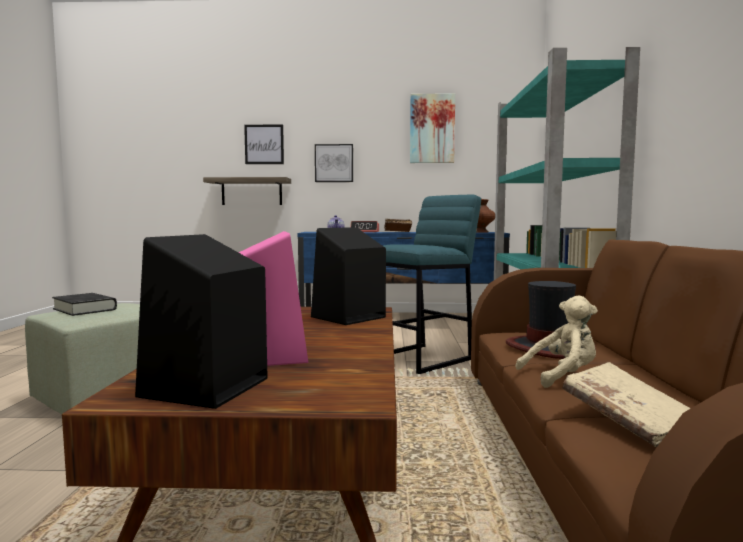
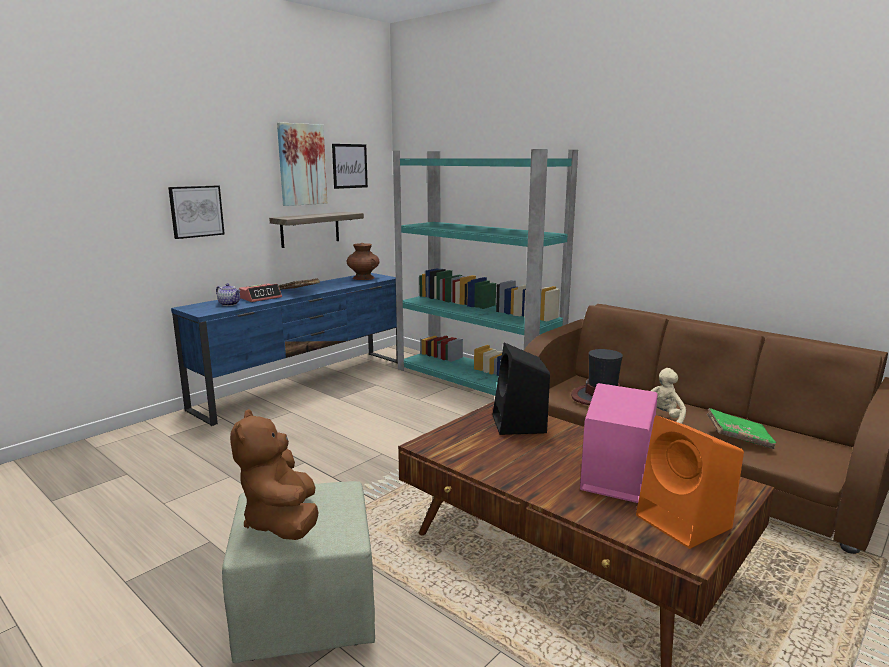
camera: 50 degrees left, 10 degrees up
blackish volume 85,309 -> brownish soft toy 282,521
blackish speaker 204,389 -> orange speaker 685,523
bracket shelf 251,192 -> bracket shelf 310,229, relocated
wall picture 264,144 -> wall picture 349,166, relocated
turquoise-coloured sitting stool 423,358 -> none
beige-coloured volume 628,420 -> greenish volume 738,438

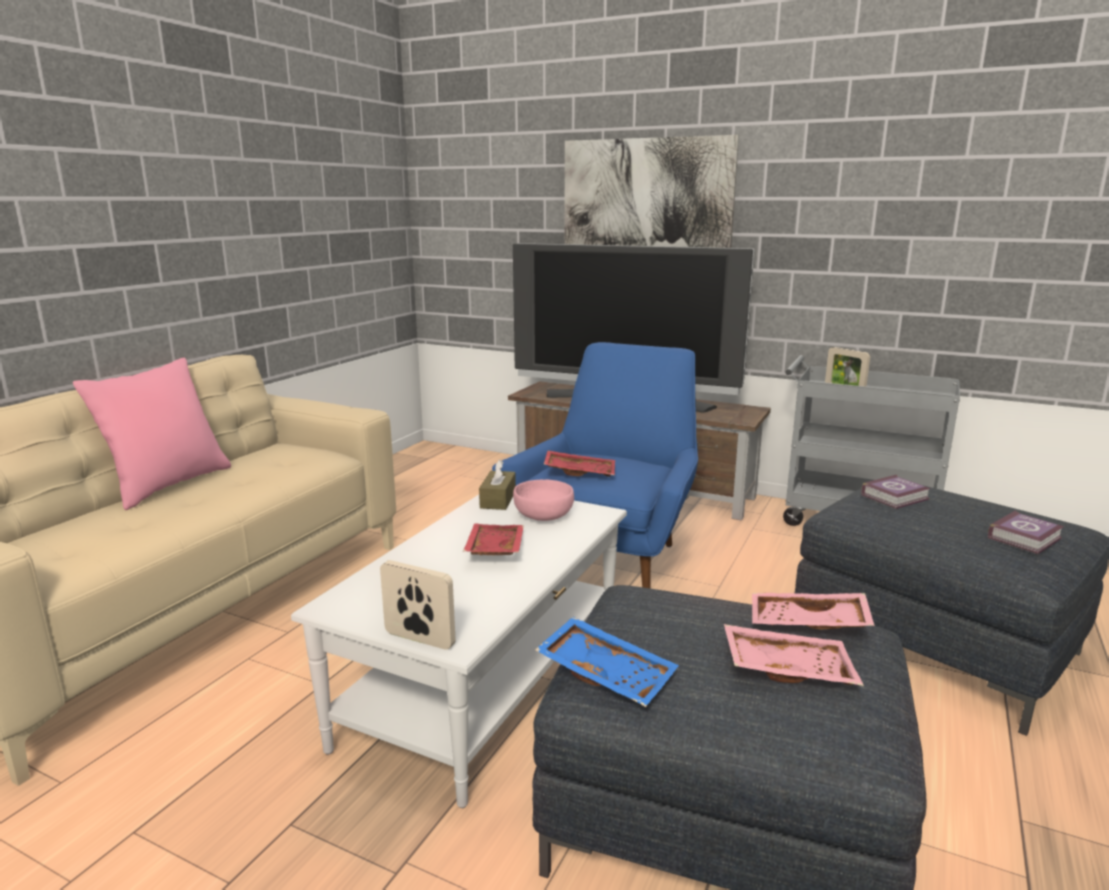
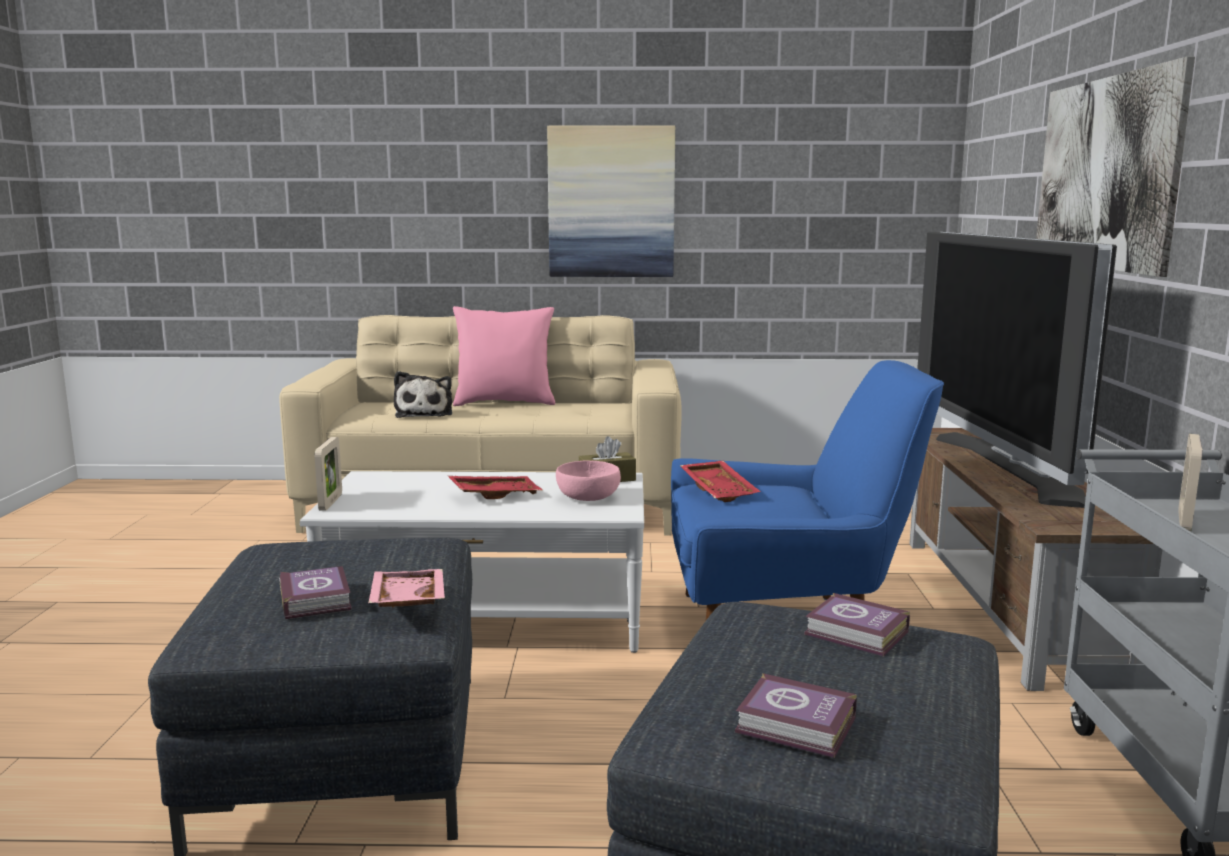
camera: 65 degrees right, 5 degrees down
bluish serving tray 607,673 -> none
pink-coloured serving tray 788,668 -> volume 317,599
none -> soft toy 425,413
none -> wall picture 611,202

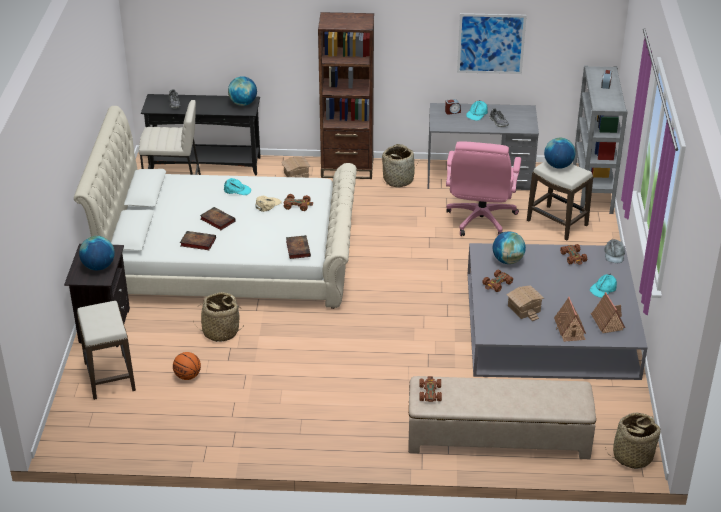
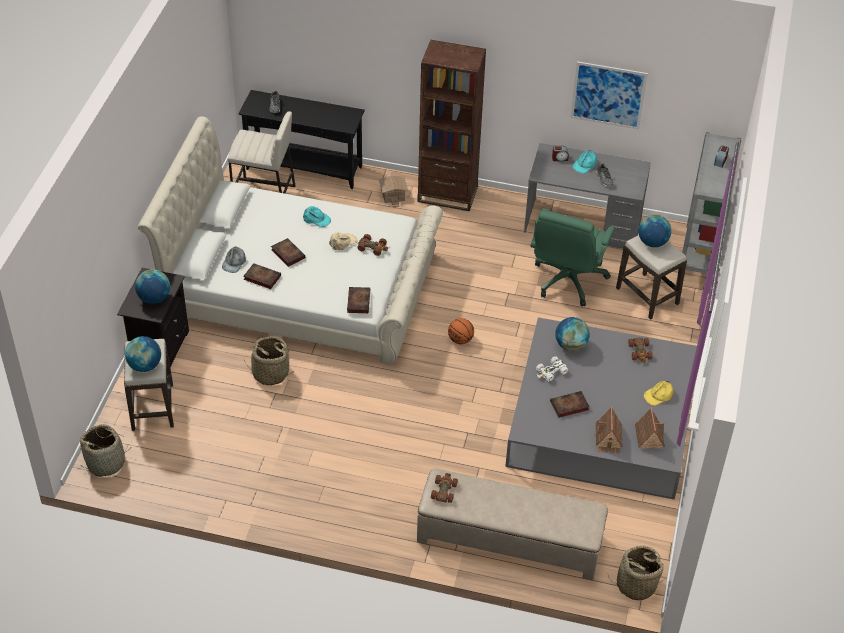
camera: 10 degrees right, 10 degrees up
ball for basketball 187,376 -> ball for basketball 460,340, relocated
world globe 243,103 -> world globe 145,366, relocated
household basket 398,180 -> household basket 106,463, relocated
pink-coloured office chair 480,222 -> greenish office chair 566,283
brownish miniature car 497,284 -> white miniature car 551,372
model house 523,309 -> volume 568,406
turquoise-coloured peaked cap 603,289 -> yellow-coloured peaked cap 658,395
gray peaked cap 614,254 -> gray peaked cap 234,262, relocated

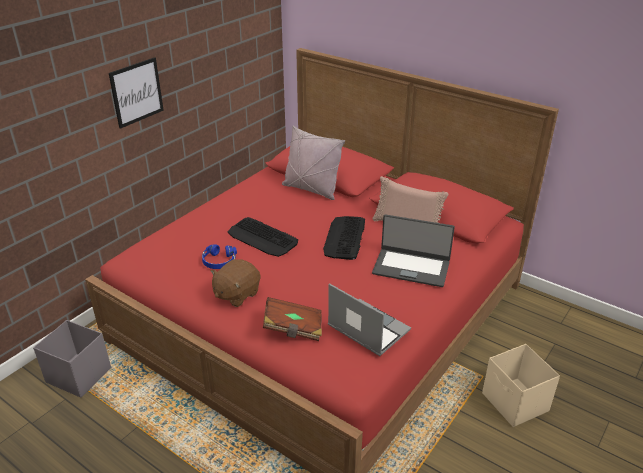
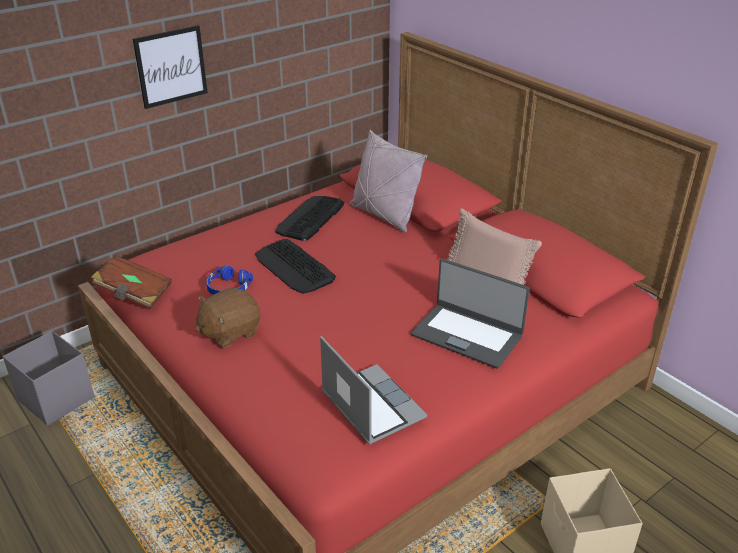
camera: 15 degrees right, 0 degrees up
brownish volume 293,329 -> brownish volume 134,293, relocated
keyboard 345,238 -> keyboard 310,218, relocated

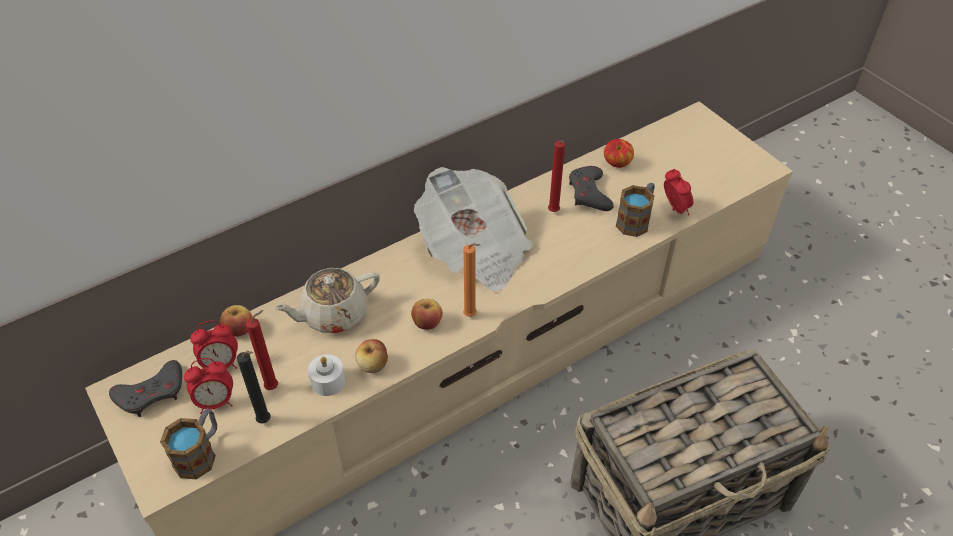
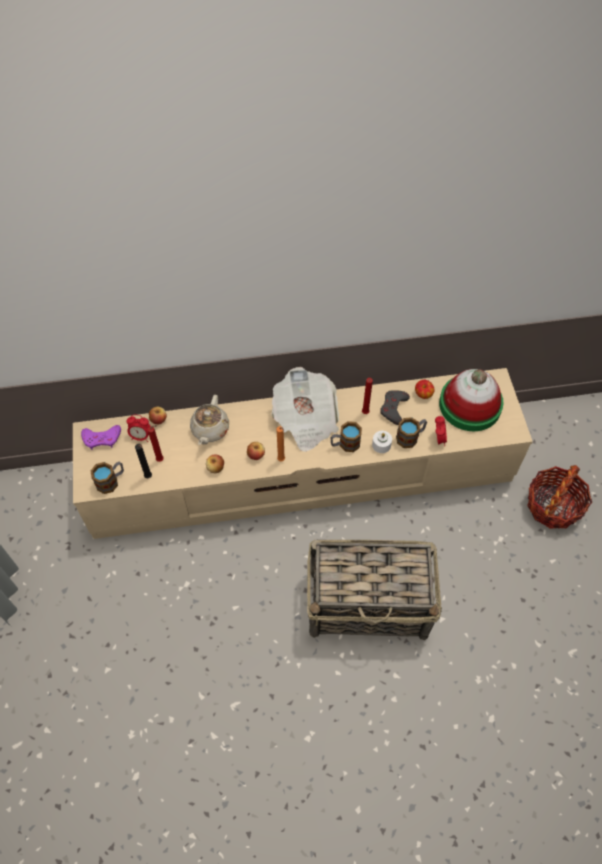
camera: 25 degrees right, 10 degrees up
gray game controller 151,393 -> purple-coloured game controller 102,439
bedside clock 215,402 -> none
beige-coloured teapot 333,314 -> beige-coloured teapot 210,430, 75 degrees counterclockwise
white candle 328,381 -> white candle 381,445, relocated
none -> tea mug 345,444
none -> clothing hat 470,405
none -> household basket 553,506

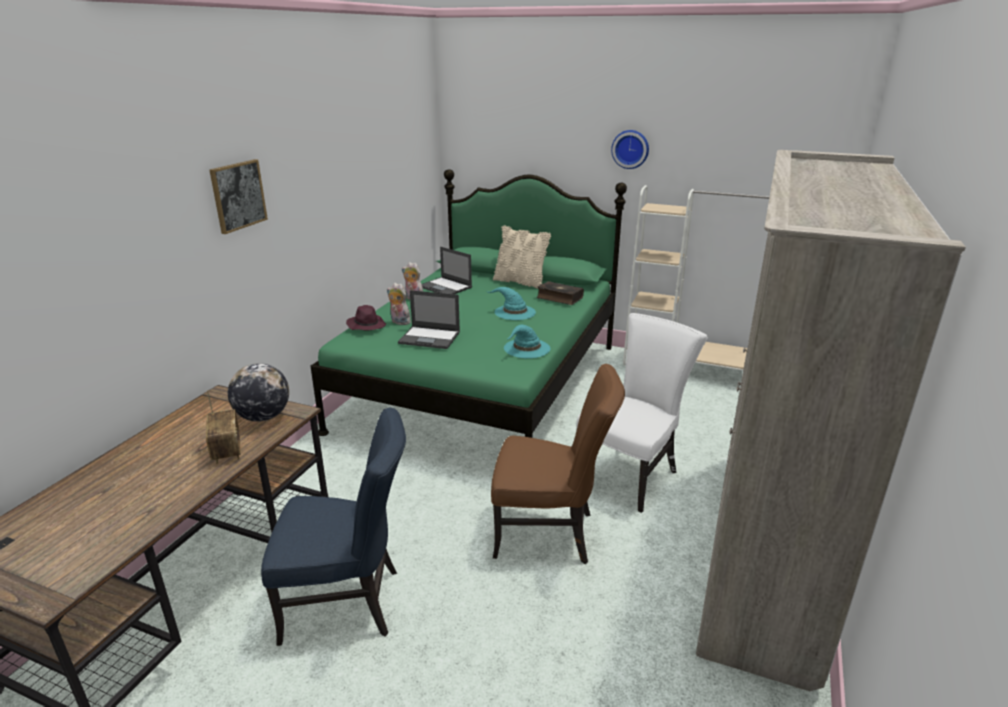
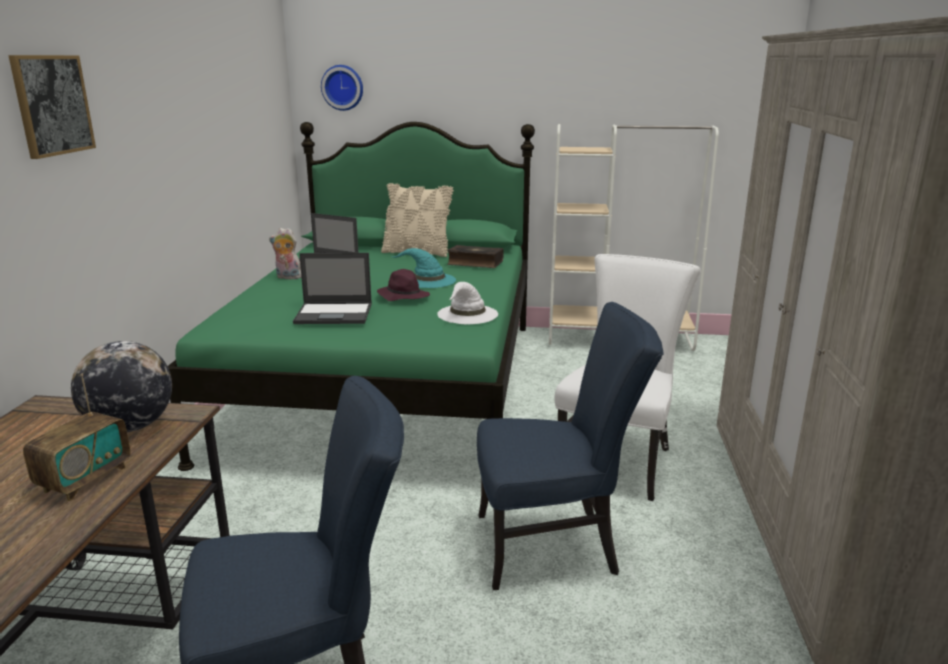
camera: 15 degrees left, 5 degrees down
radio set 227,451 -> radio set 85,479, 60 degrees clockwise
purple-coloured clothing hat 366,325 -> purple-coloured clothing hat 403,296, relocated
soft toy 399,322 -> none
brownish plain chair 551,533 -> bluish plain chair 555,545
turquoise-coloured clothing hat 526,348 -> white clothing hat 467,314
wall clock 630,149 -> wall clock 343,87, relocated

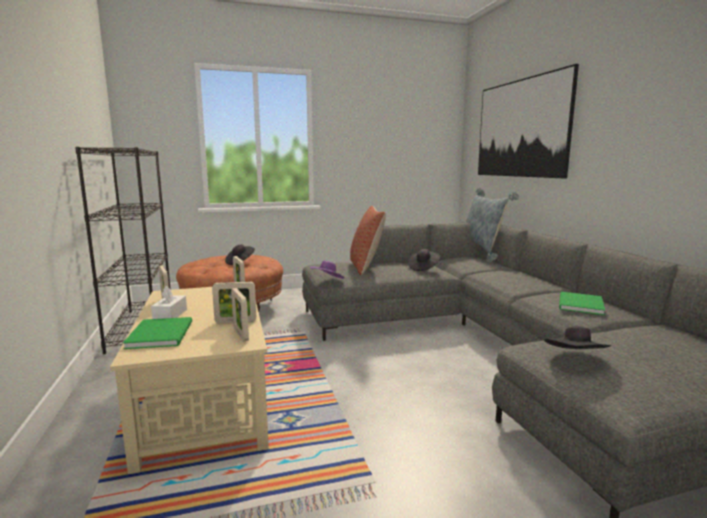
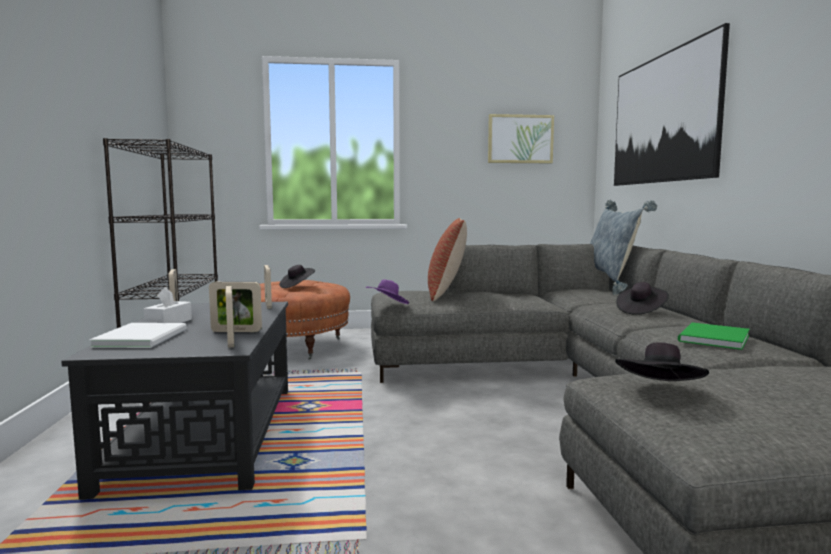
camera: 10 degrees right, 5 degrees down
beige-coloured lounge table 205,401 -> blackish lounge table 206,434
greenish volume 162,334 -> white volume 144,337
blackish clothing hat 423,268 -> blackish clothing hat 641,311, relocated
none -> wall picture 520,139

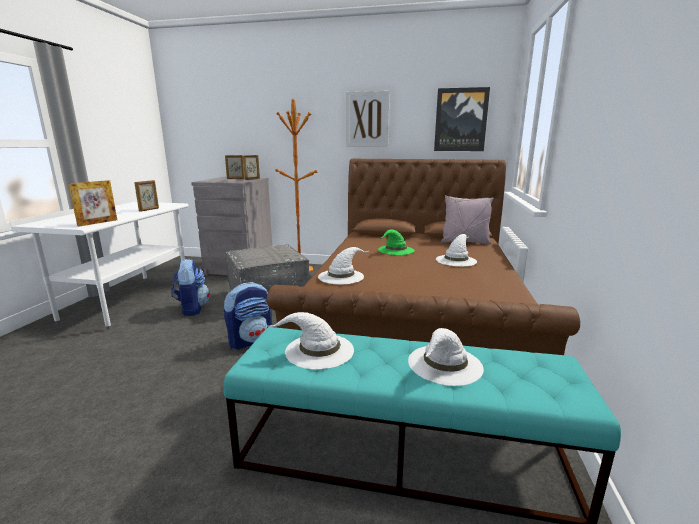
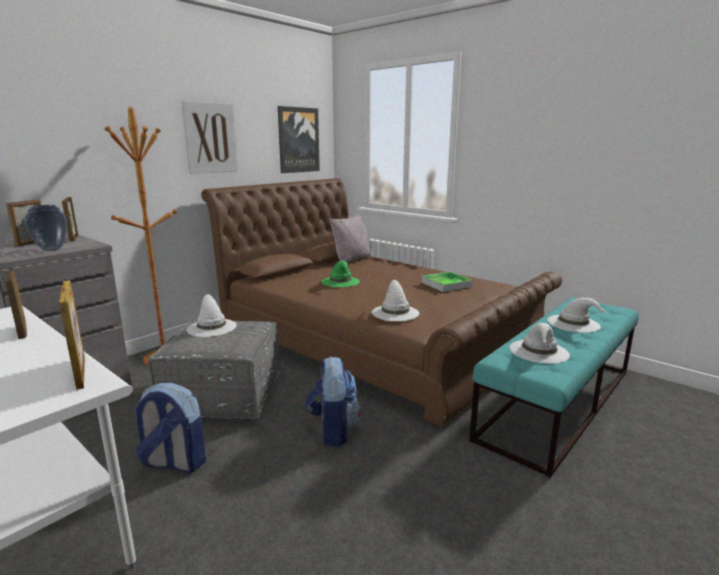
camera: 60 degrees left, 0 degrees up
white clothing hat 456,260 -> white clothing hat 211,327, relocated
none -> flower vase 52,249
none -> serving tray 446,284

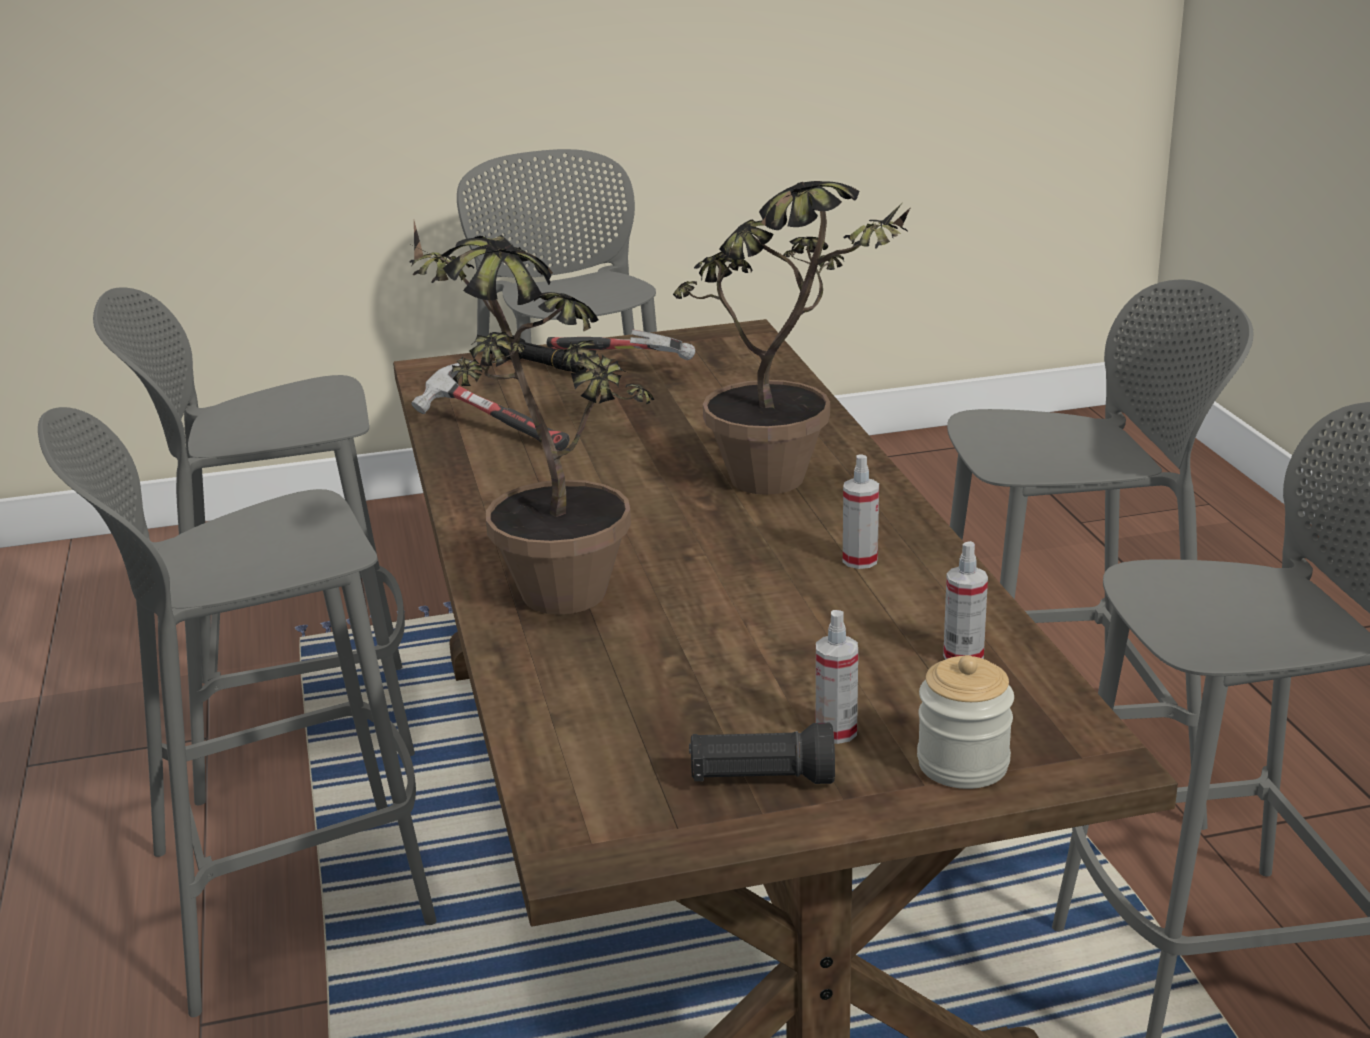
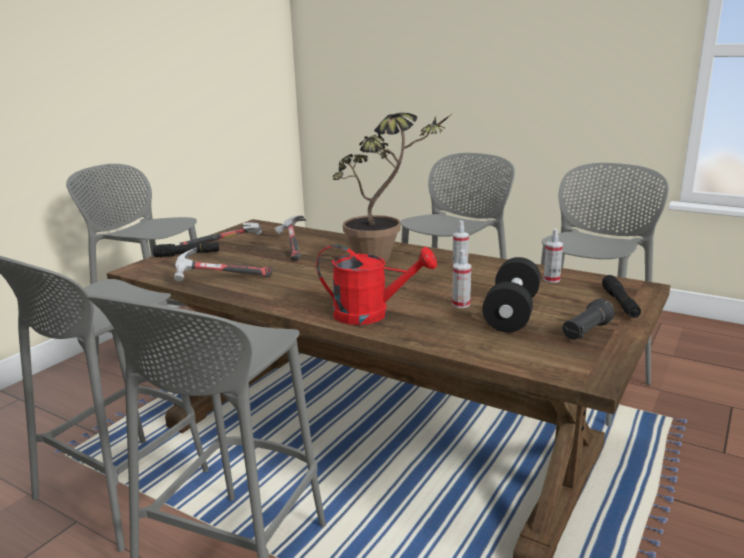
camera: 45 degrees left, 5 degrees down
plant in a pot 542,583 -> red watering pot 371,314
spray bottle 836,731 -> spray bottle 461,304, relocated
preserve jar 963,764 -> blackish hand torch 620,303
none -> hand hammer 293,247
none -> blackish hand weight 511,313

